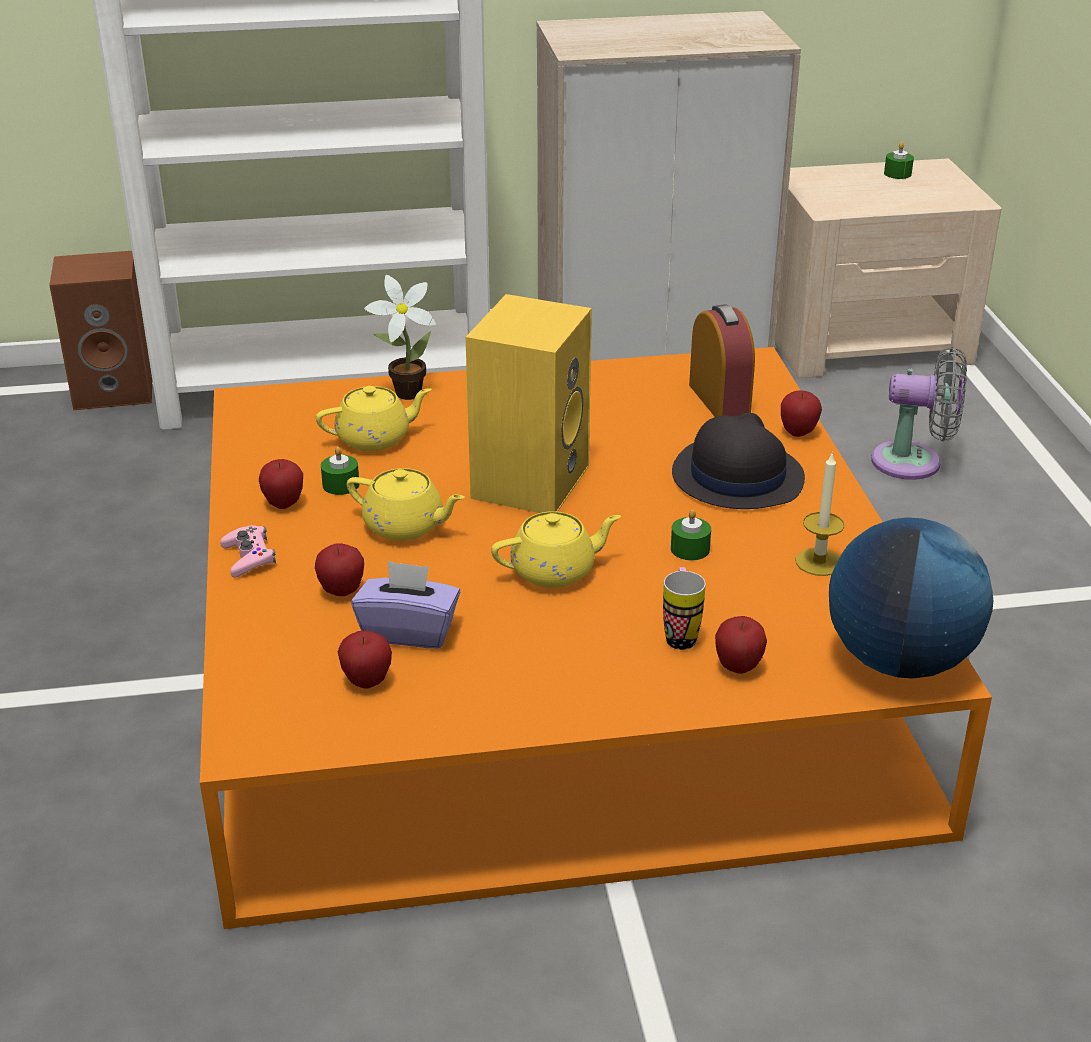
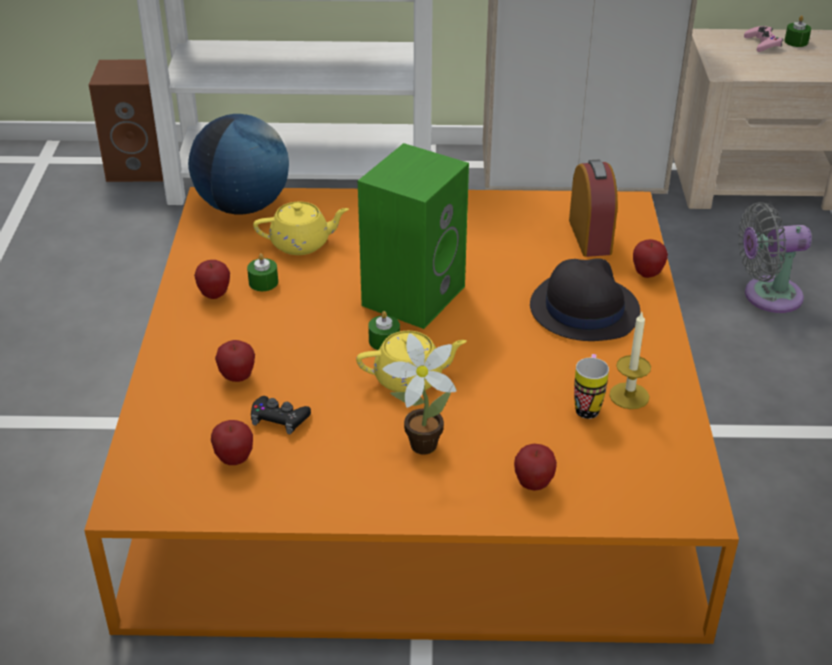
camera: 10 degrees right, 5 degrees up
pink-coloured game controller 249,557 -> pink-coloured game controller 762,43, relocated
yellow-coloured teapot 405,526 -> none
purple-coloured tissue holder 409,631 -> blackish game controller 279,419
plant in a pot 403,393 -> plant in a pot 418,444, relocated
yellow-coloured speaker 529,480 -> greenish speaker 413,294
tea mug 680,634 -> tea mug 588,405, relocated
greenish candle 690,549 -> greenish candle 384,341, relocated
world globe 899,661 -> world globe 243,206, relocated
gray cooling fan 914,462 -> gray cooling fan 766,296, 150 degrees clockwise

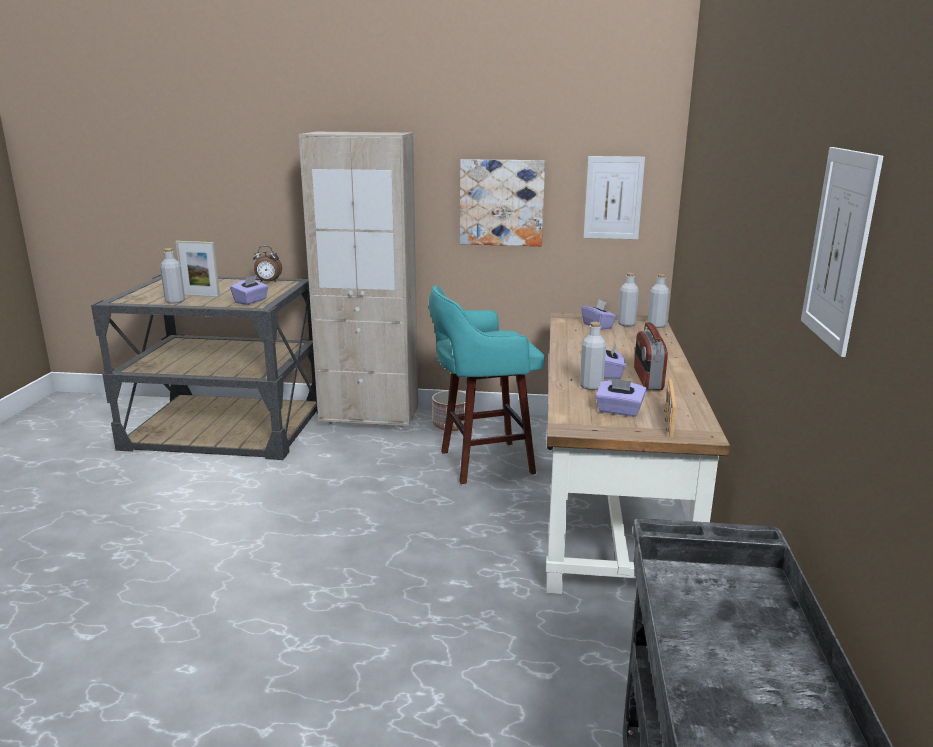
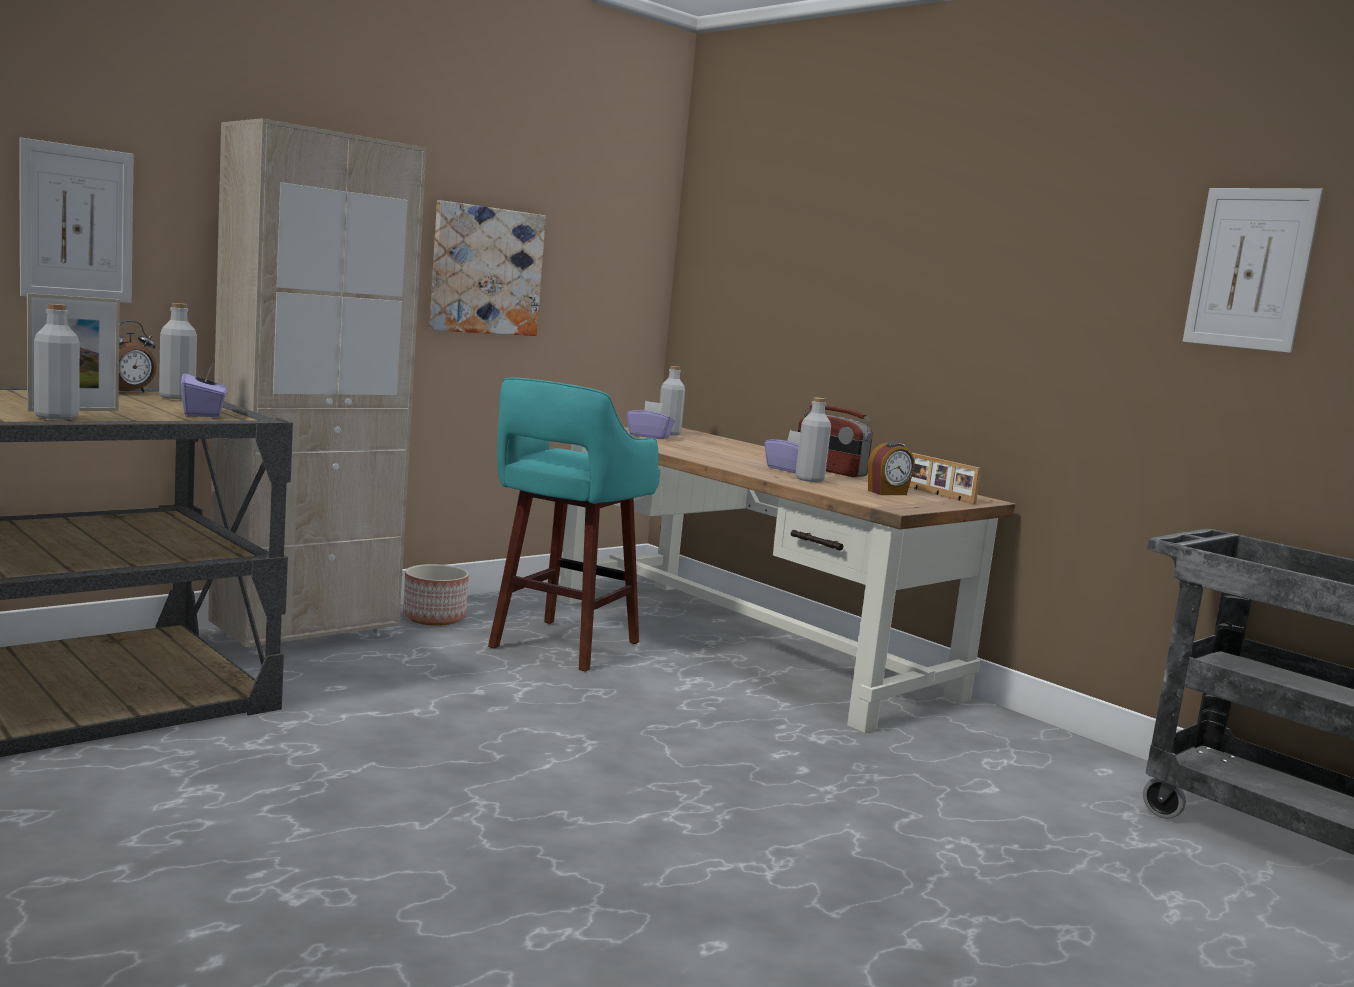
camera: 50 degrees left, 10 degrees down
wall picture 613,198 -> wall picture 77,223, relocated
purple-coloured tissue holder 619,411 -> bedside clock 888,493
gray beverage bottle 656,325 -> gray beverage bottle 177,397, relocated

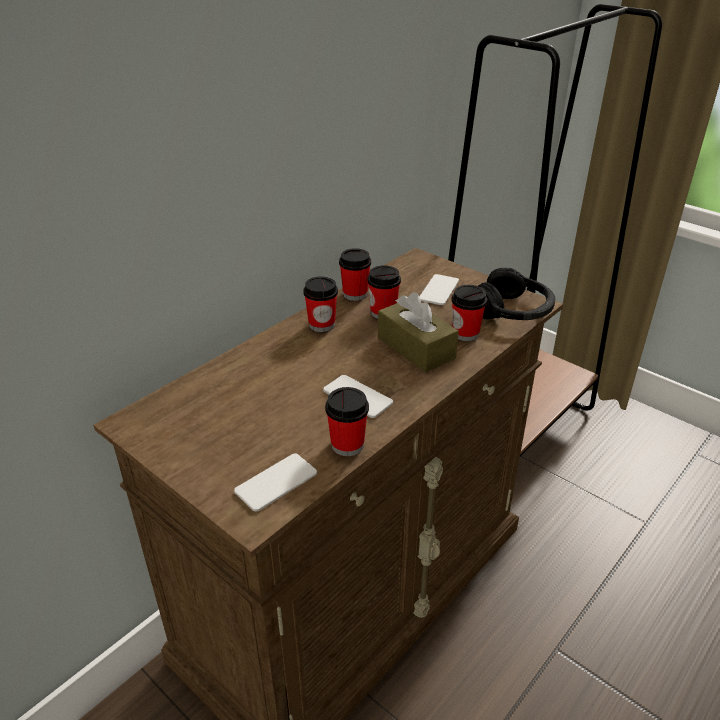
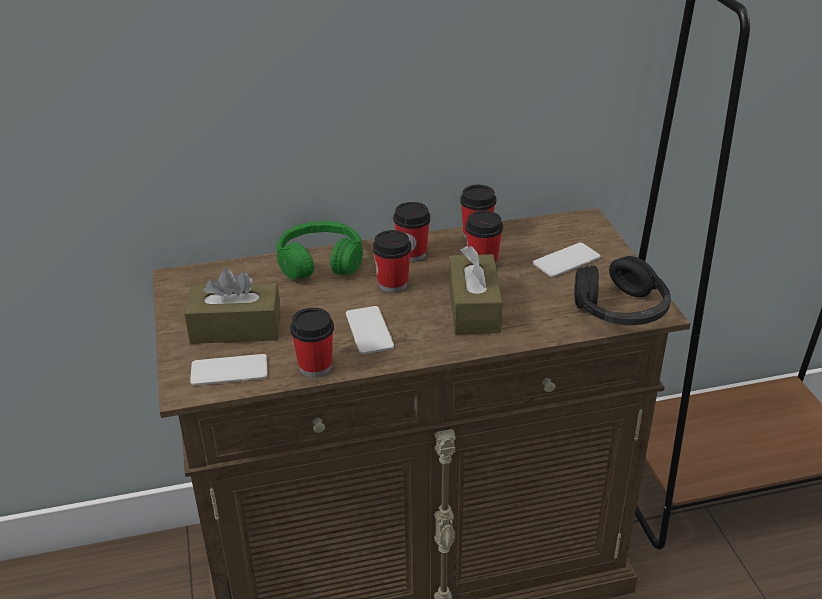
camera: 35 degrees right, 0 degrees up
small cup 465,334 -> small cup 393,284, relocated
none -> brownish tissue holder 236,328
none -> greenish headset 320,262

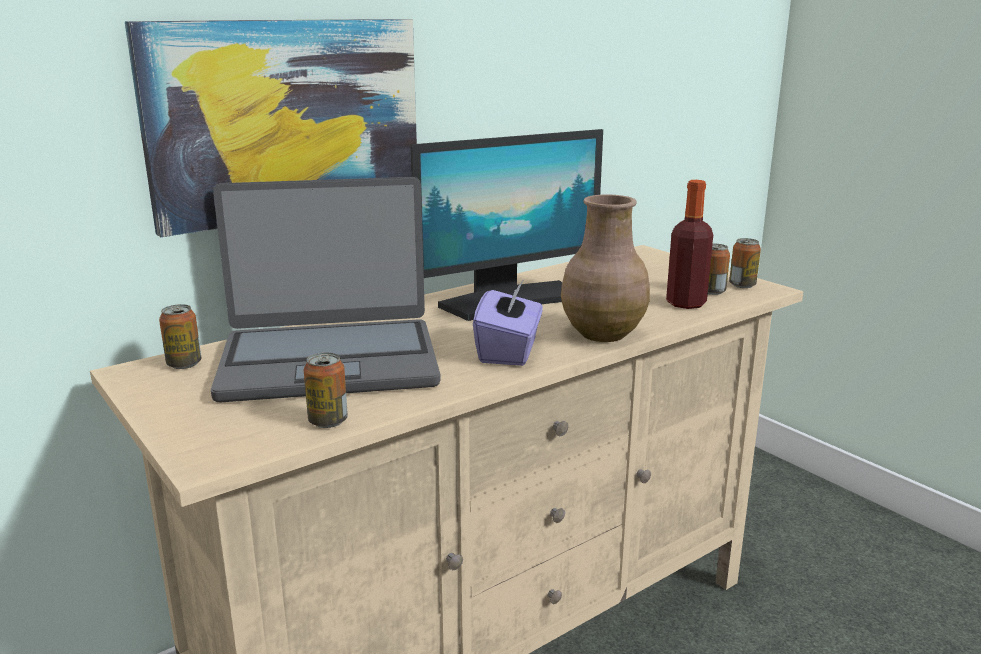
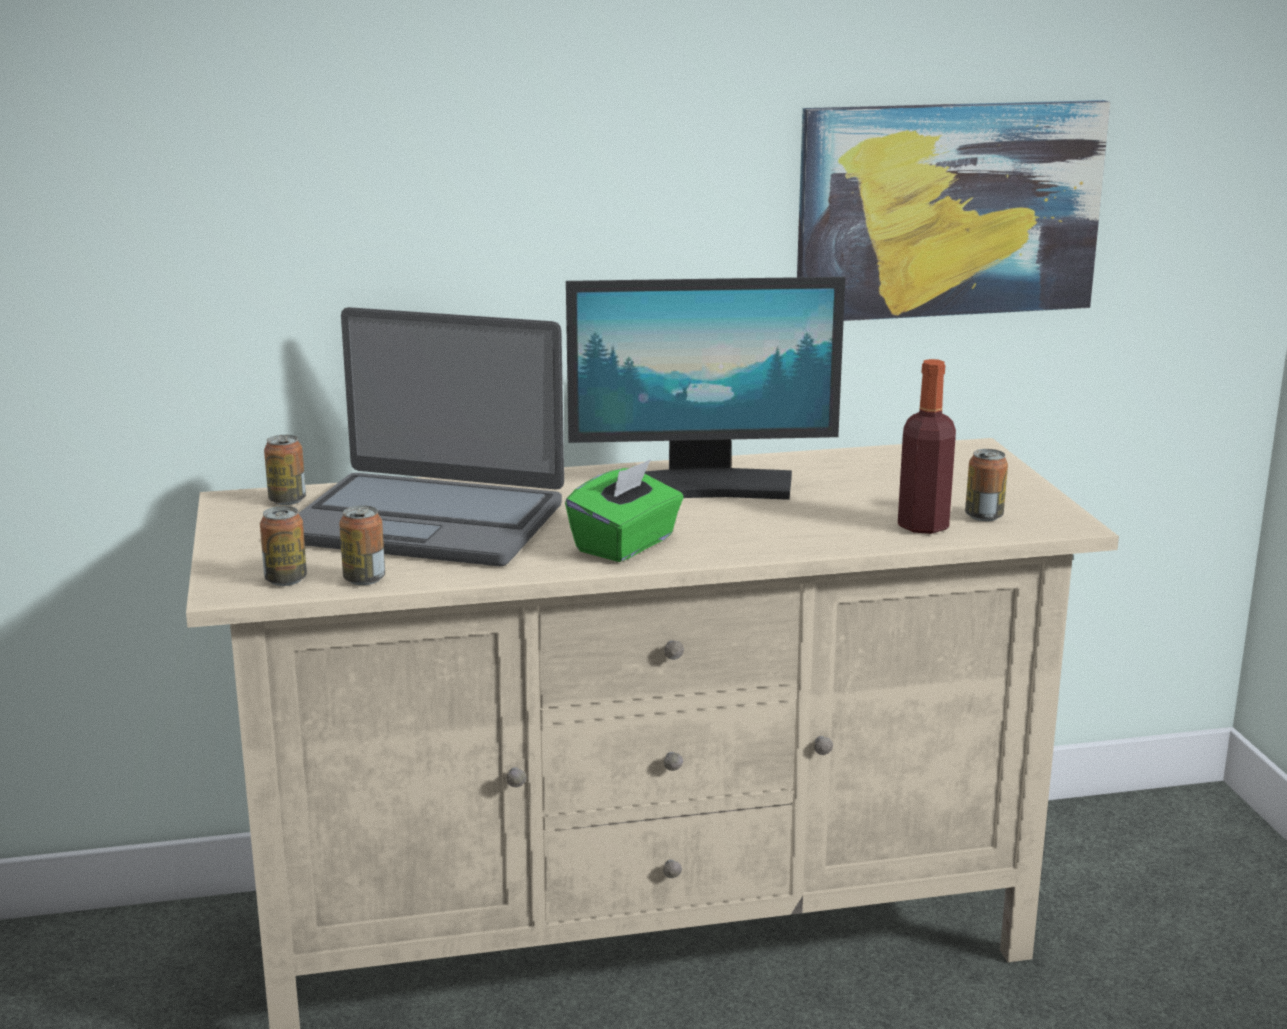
camera: 25 degrees right, 0 degrees up
wall picture 287,120 -> wall picture 948,210, relocated
purple-coloured tissue holder 509,351 -> greenish tissue holder 626,545
brownish flower vase 603,333 -> none
can 742,285 -> can 286,580, relocated

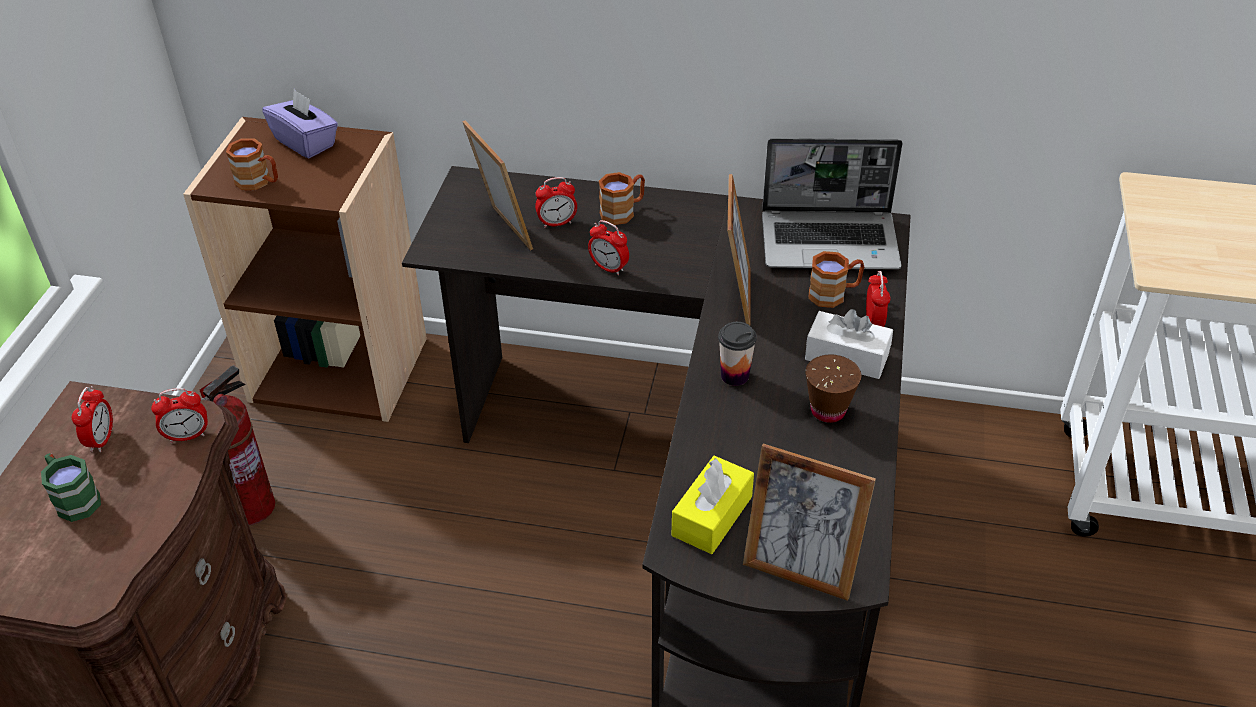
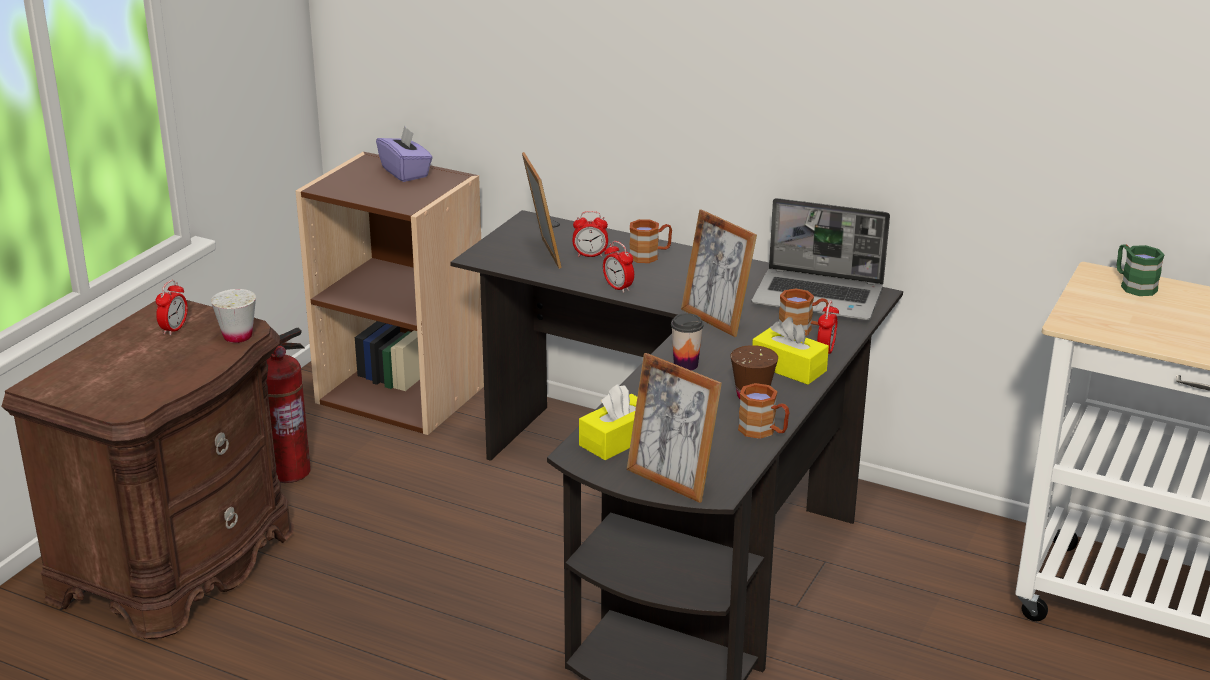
camera: 15 degrees right, 15 degrees down
greenish tea mug 74,499 -> greenish tea mug 1133,285, relocated
bedside clock 187,436 -> white small cup 237,336
brownish tea mug 259,182 -> brownish tea mug 763,431, relocated
picture frame 736,297 -> picture frame 715,320, 120 degrees clockwise
white tissue holder 846,356 -> yellow-coloured tissue holder 788,368

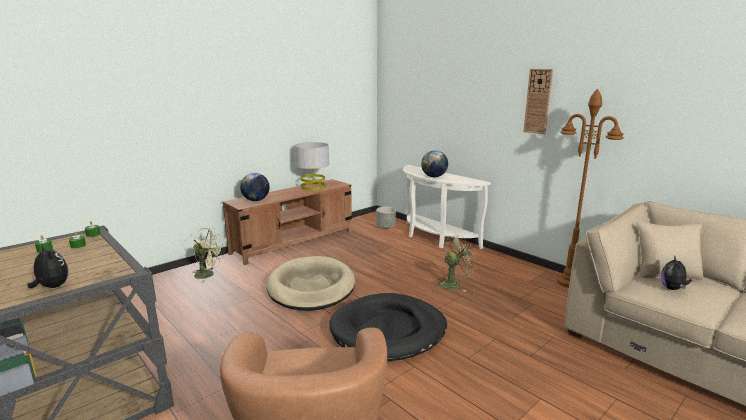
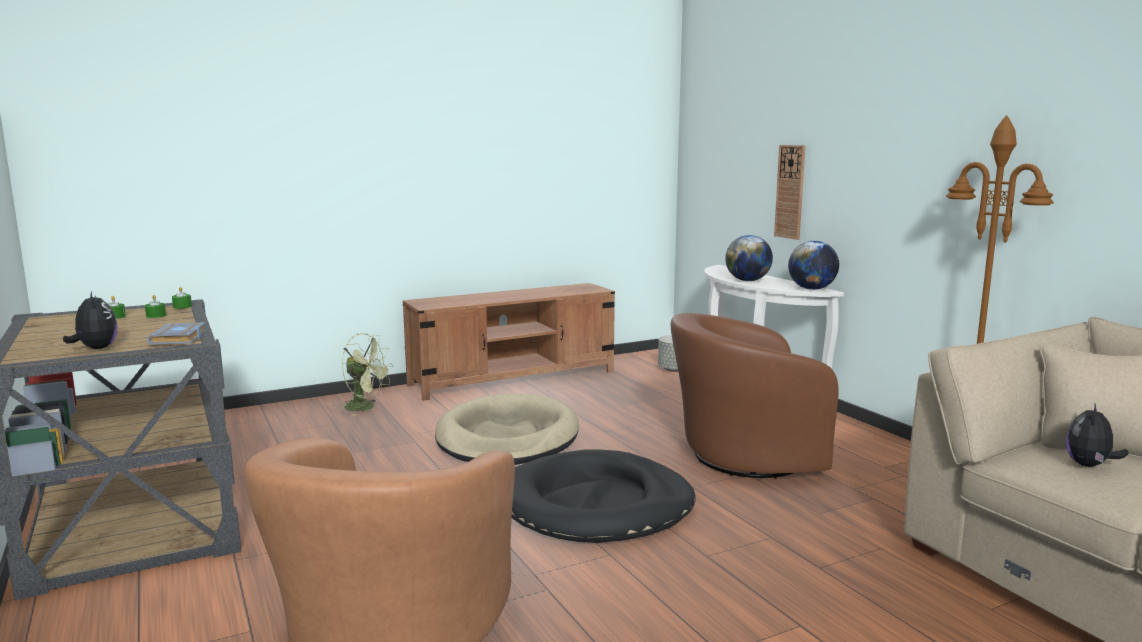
camera: 15 degrees right, 5 degrees down
world globe 256,200 -> world globe 812,289, relocated
gray tabletop lamp 313,187 -> none
greenish cooling fan 454,284 -> brownish easy chair 745,457
wall clock 538,101 -> wall clock 790,192, relocated
none -> gray volume 180,338

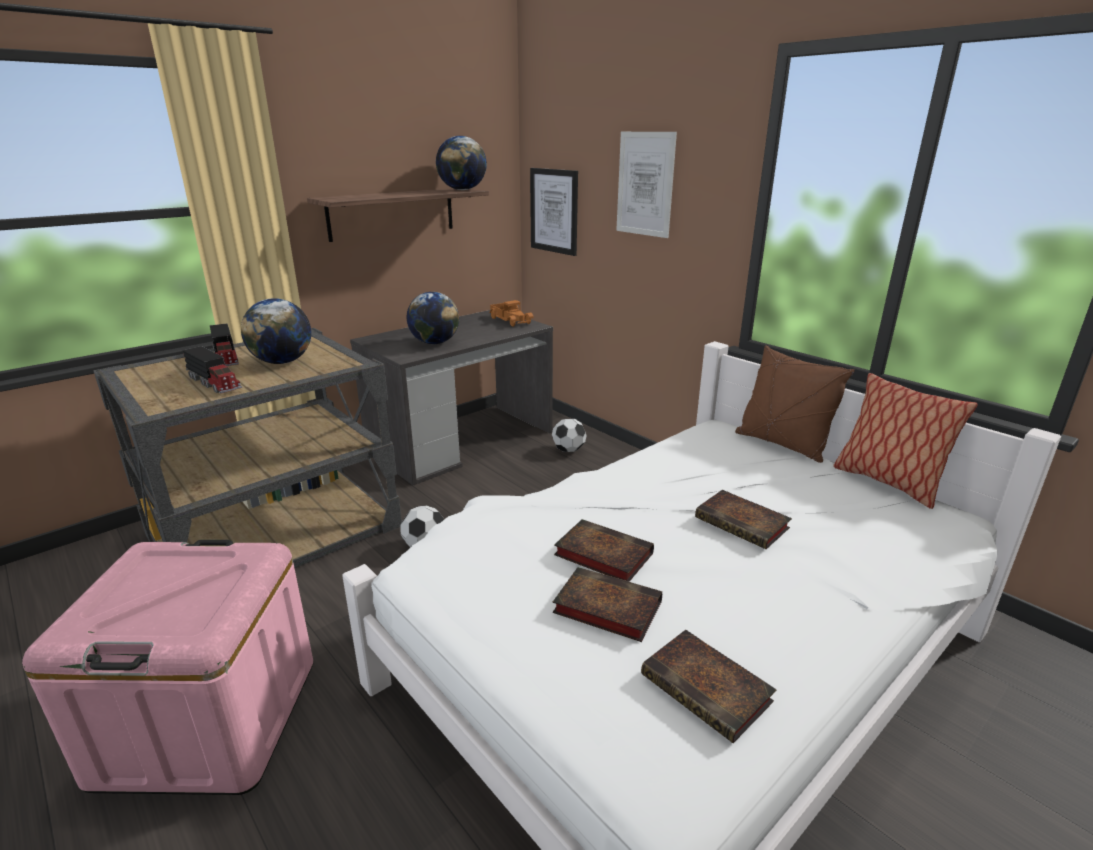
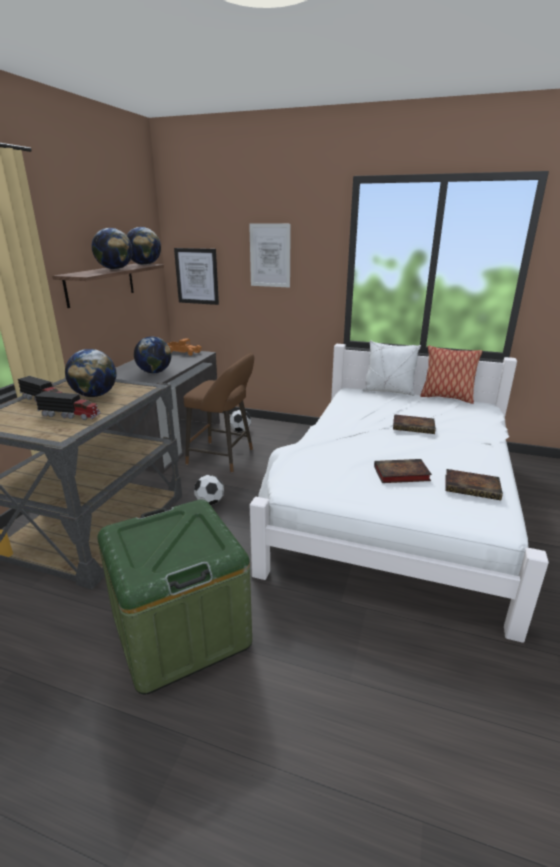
camera: 30 degrees left, 0 degrees up
pink-coloured storage container 209,720 -> greenish storage container 181,629
volume 601,554 -> none
brownish pillow 782,444 -> white pillow 388,392
none -> world globe 115,269
none -> brownish sitting stool 224,457

